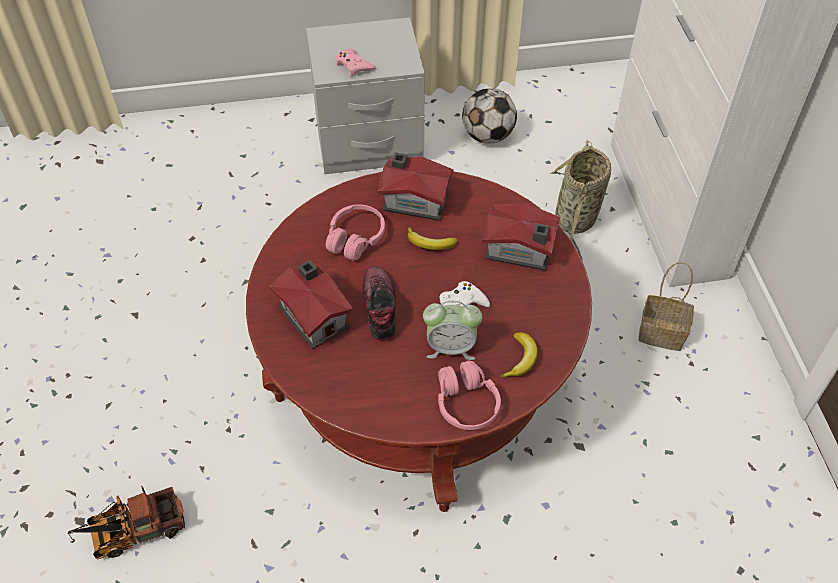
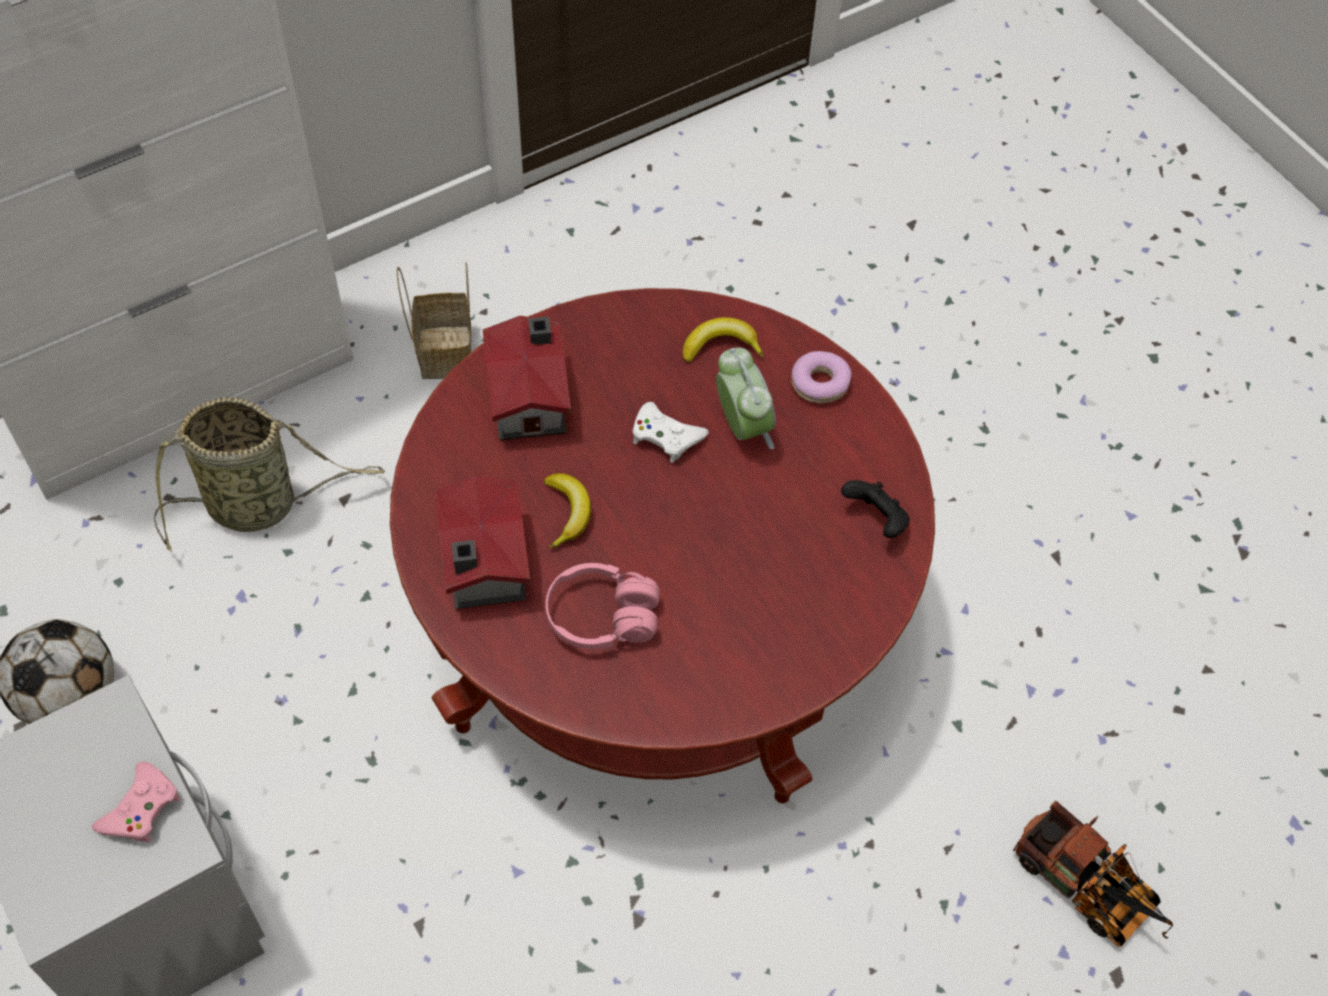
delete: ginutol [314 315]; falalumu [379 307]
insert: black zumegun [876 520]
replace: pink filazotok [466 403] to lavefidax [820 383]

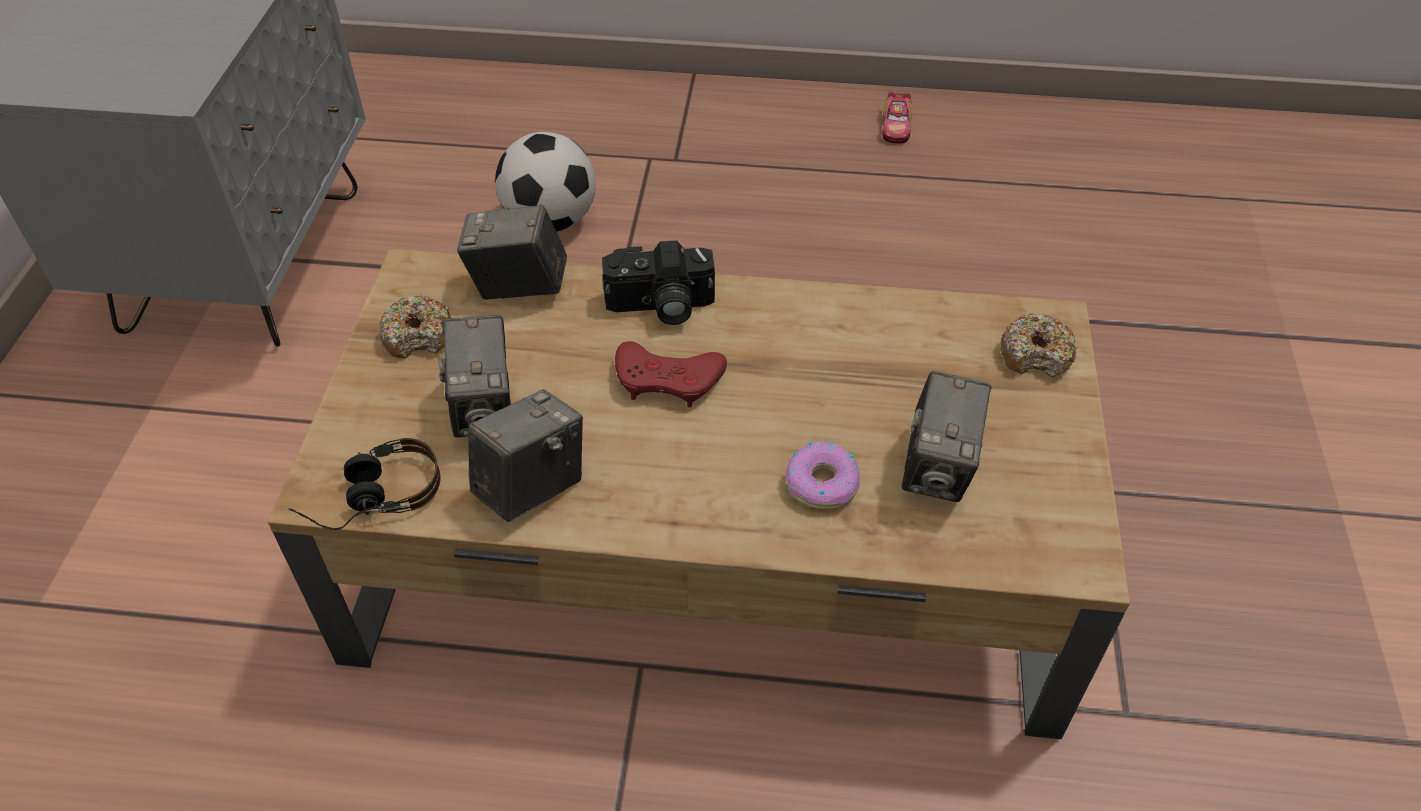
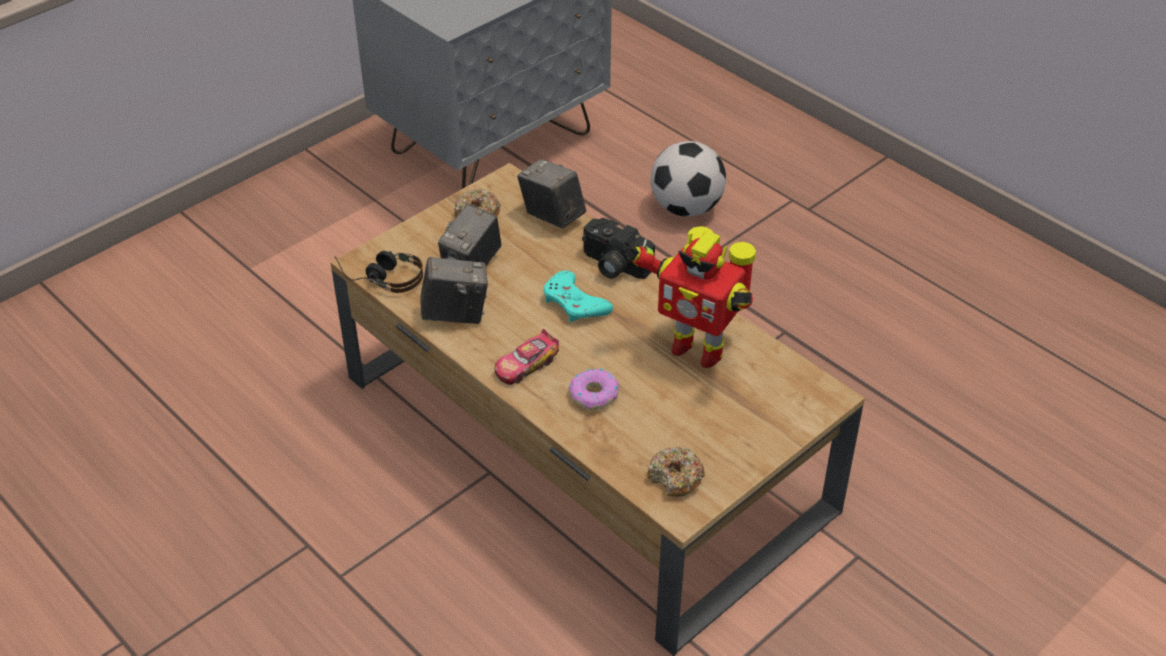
delete: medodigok [938 469]
insert: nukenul [697 348]
move: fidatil [896 126] to [525 365]; lavefidax [1035 355] to [675 478]
recolor: red zumegun [668 380] to turquoise zumegun [575 303]

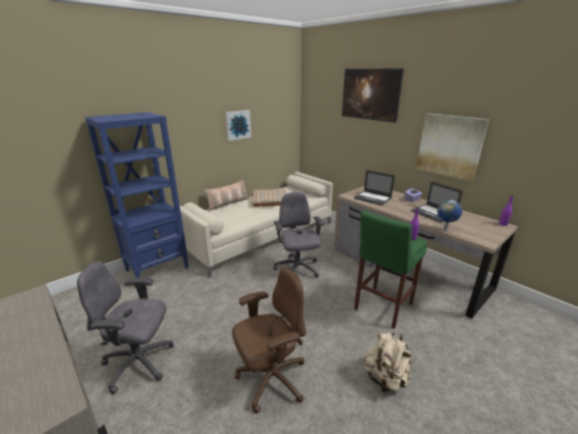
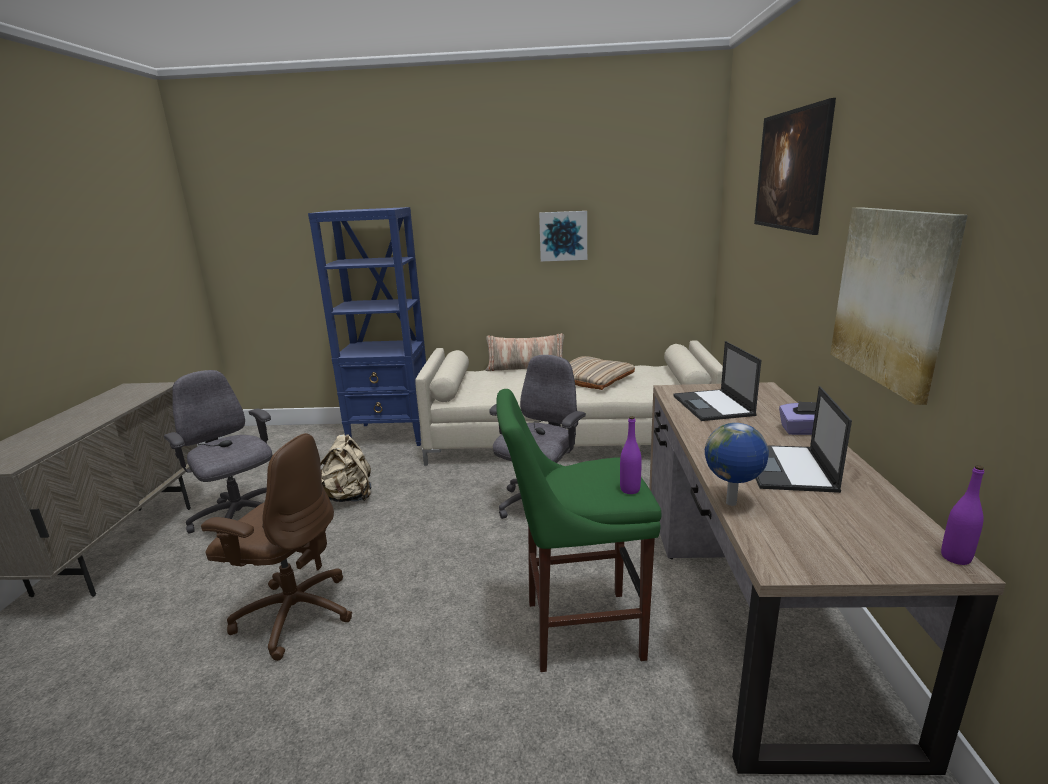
move: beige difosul [385 379] to [348 497]

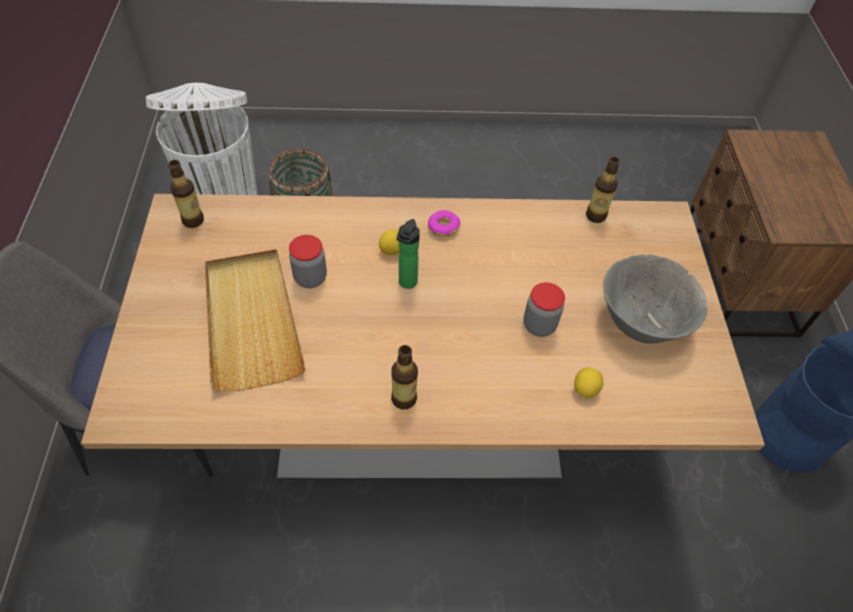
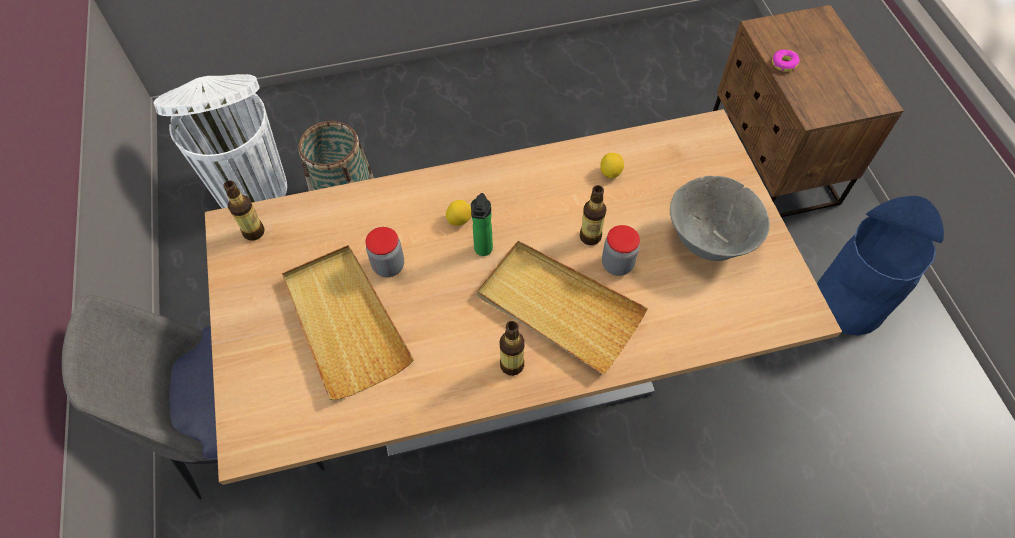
insert: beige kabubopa [558 307]
move: lavefidax [443 227] to [783 64]; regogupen [585 389] to [610 172]; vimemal [595 216] to [590 237]

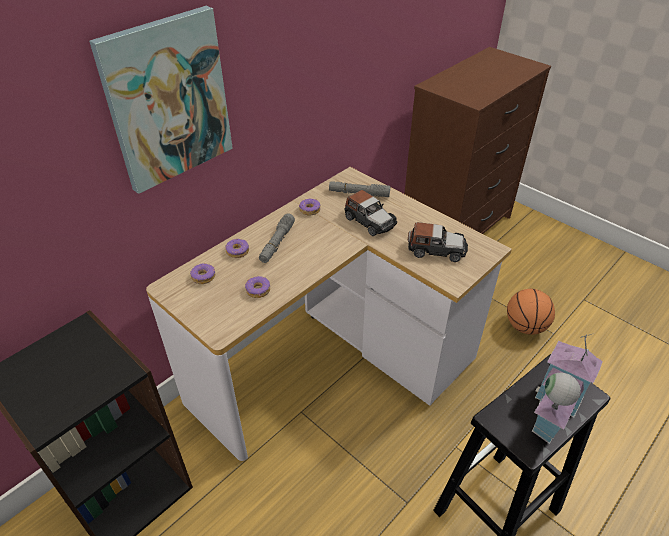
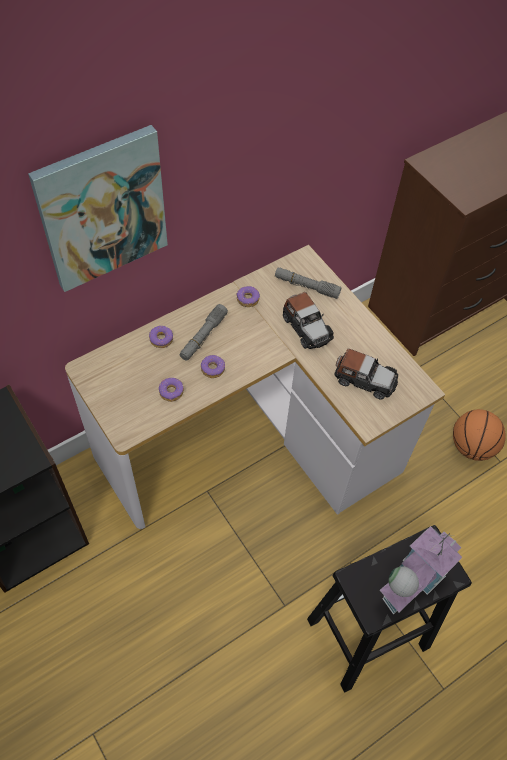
move: lavefidax [203 277] to [212 369]

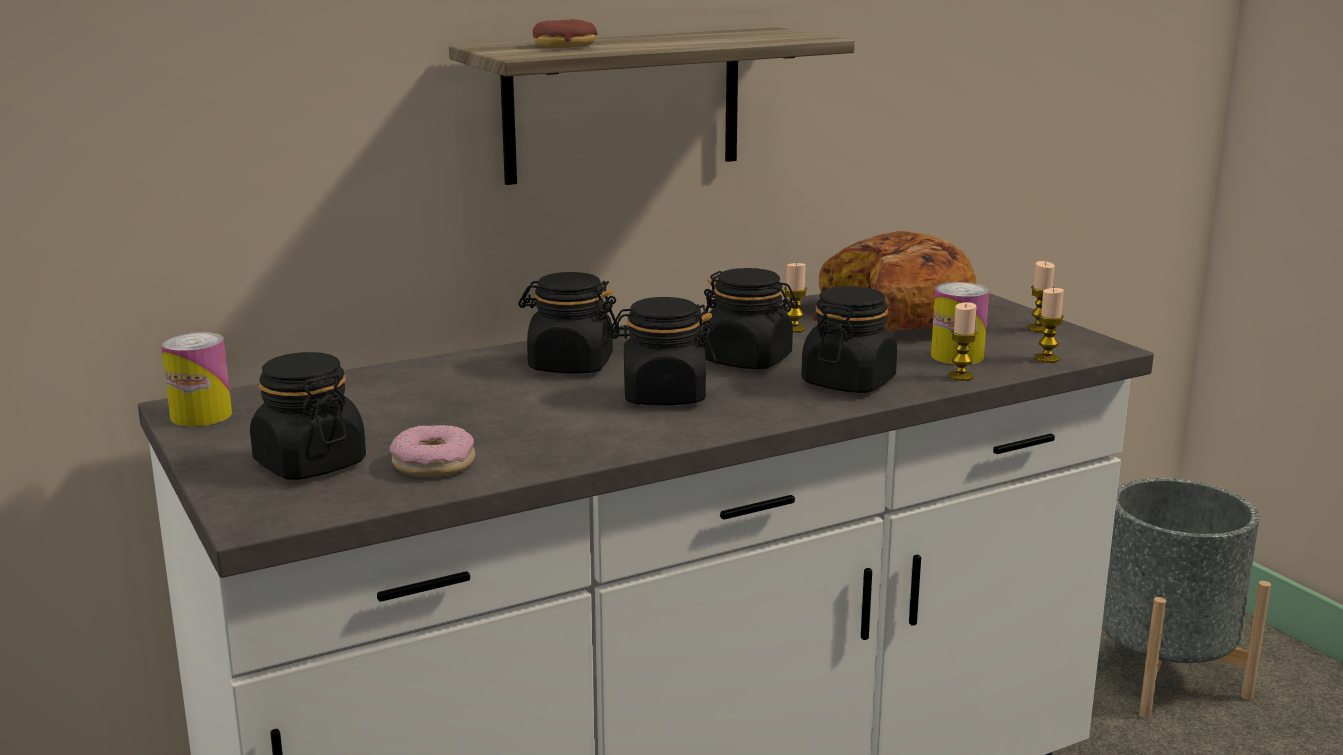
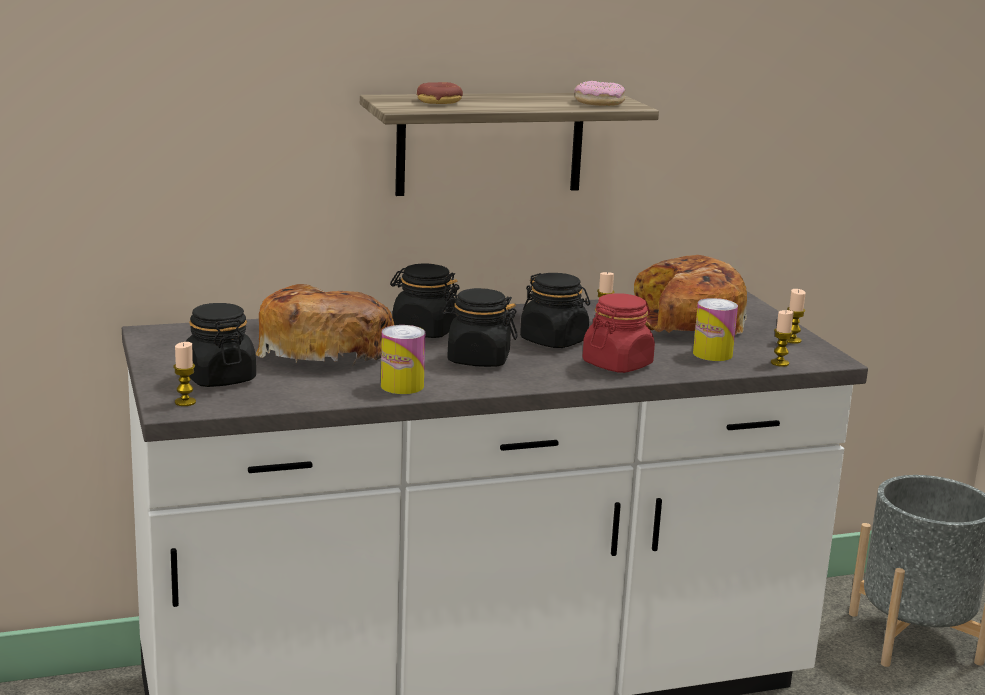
insert: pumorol [323 349]
move: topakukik [201 415] to [402 386]; lavefidax [434 464] to [599 102]; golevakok [960 376] to [185 402]
recolor: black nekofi [848 382] to red nekofi [617 364]

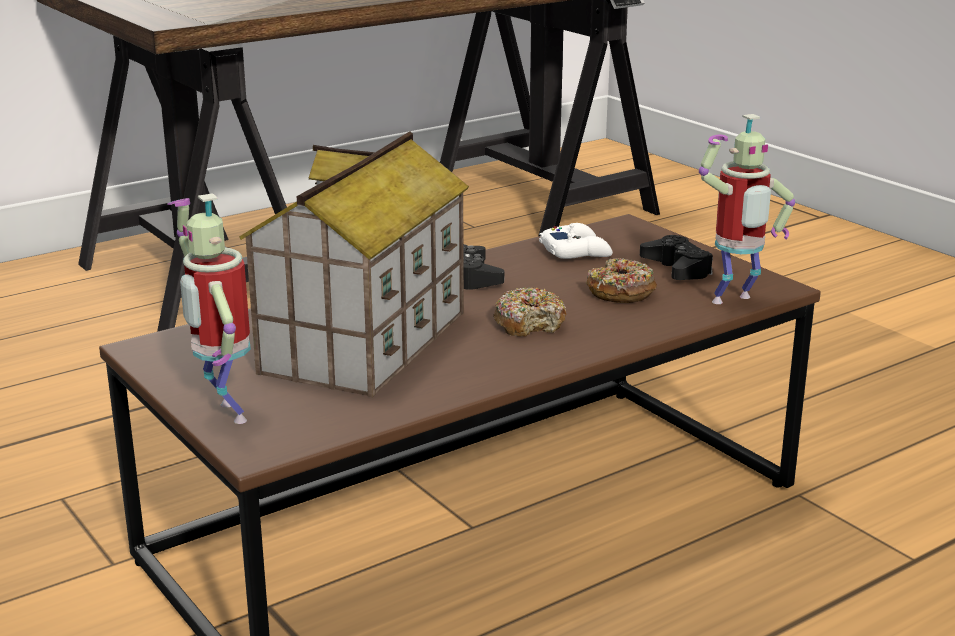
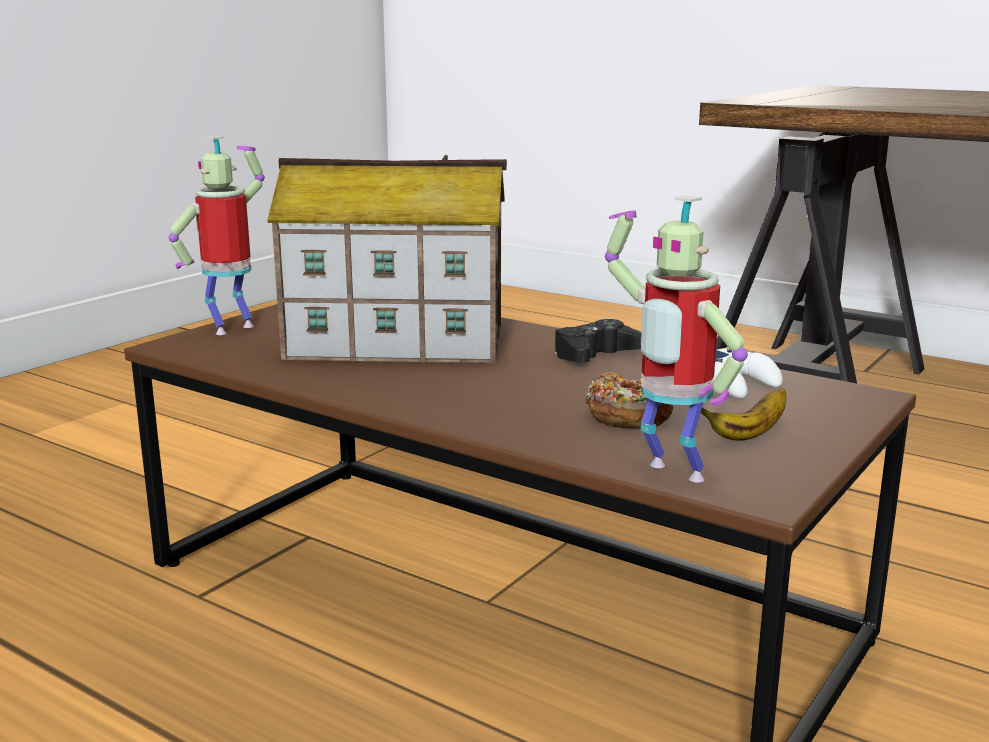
delete: lavefidax [529 324]
replace: black zumegun [677 268] to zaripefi [748 434]

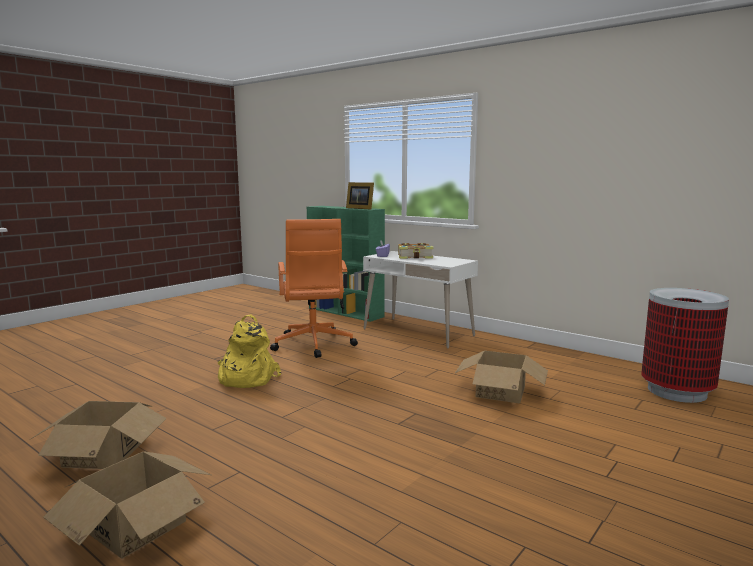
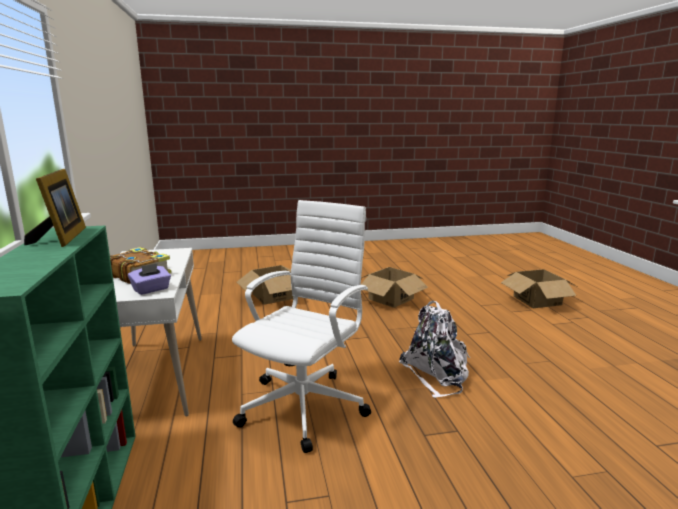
delete: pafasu [676 391]
move: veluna [103 454] to [391 298]
recolor: yellow difosul [245 378] to white difosul [437 374]; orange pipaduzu [313 345] to white pipaduzu [306 405]

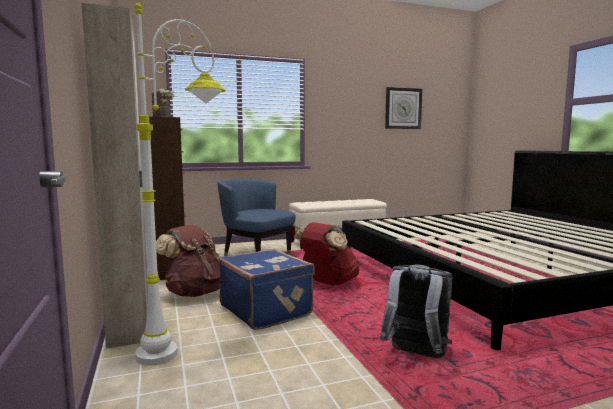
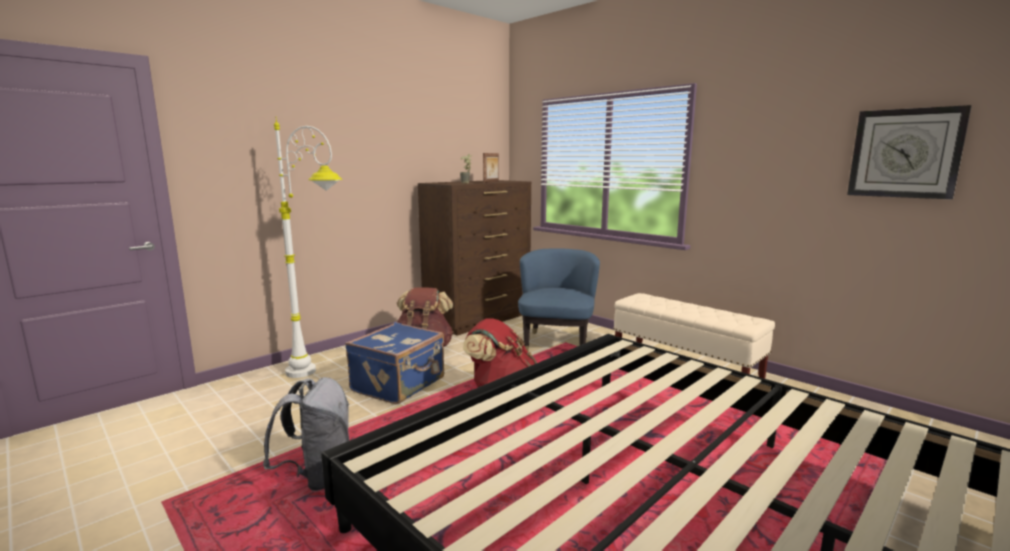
delete: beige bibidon [130 326]

